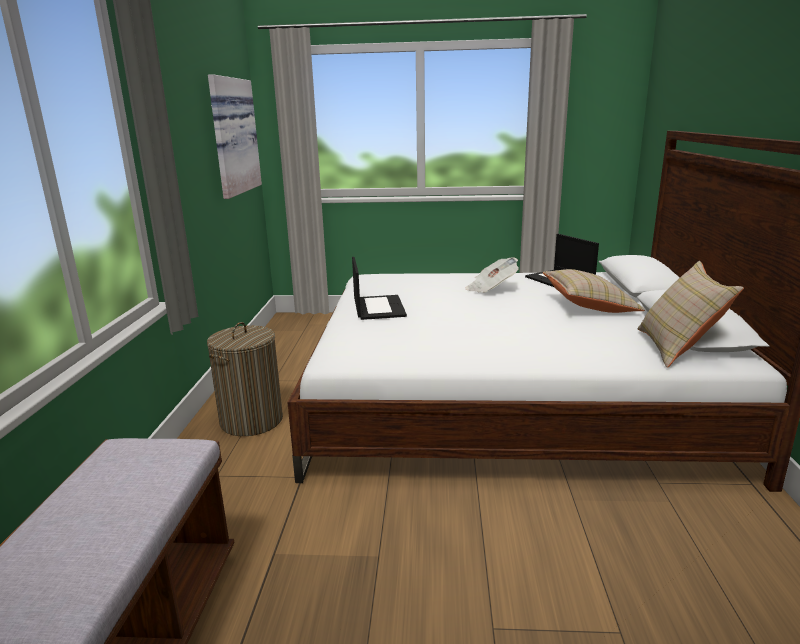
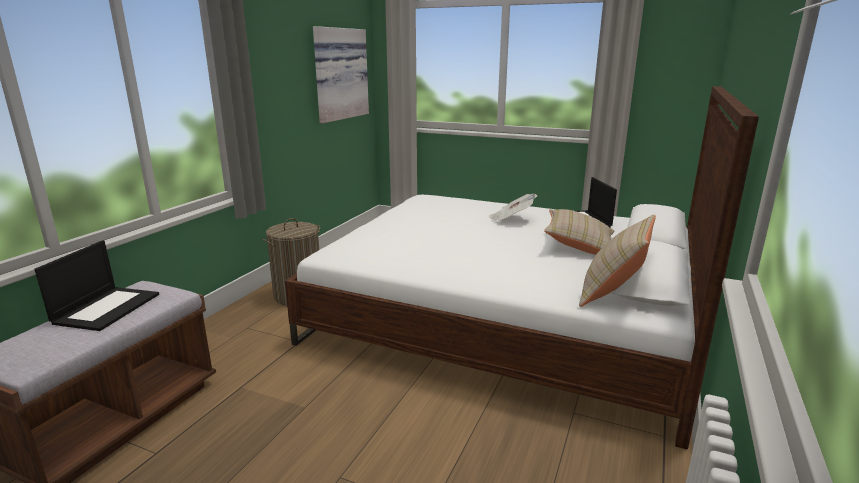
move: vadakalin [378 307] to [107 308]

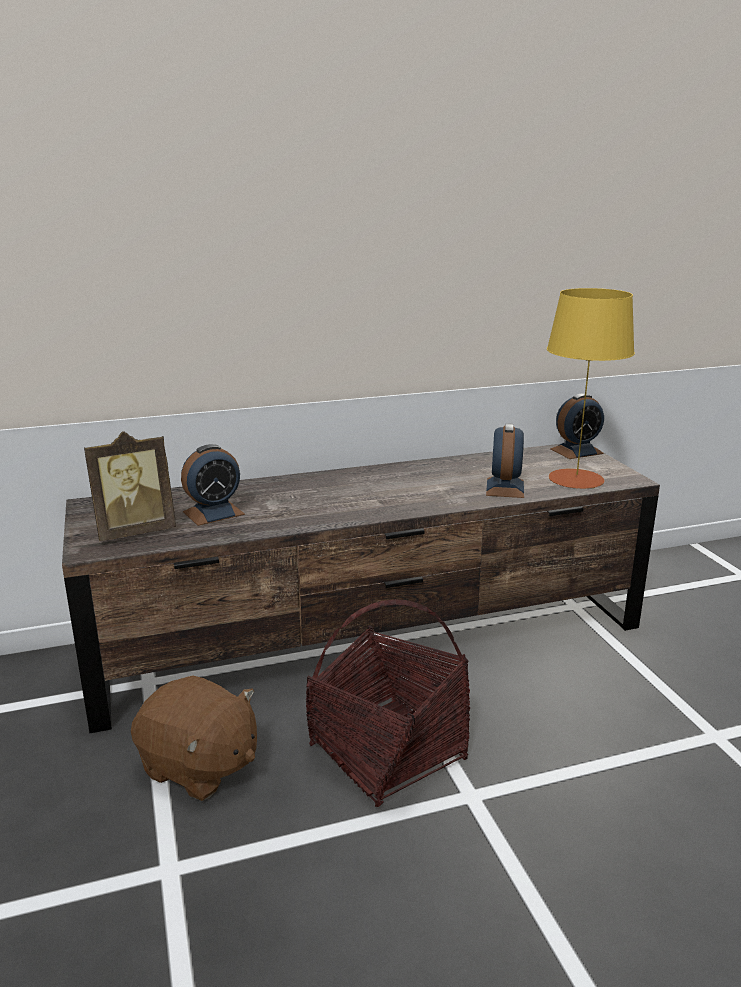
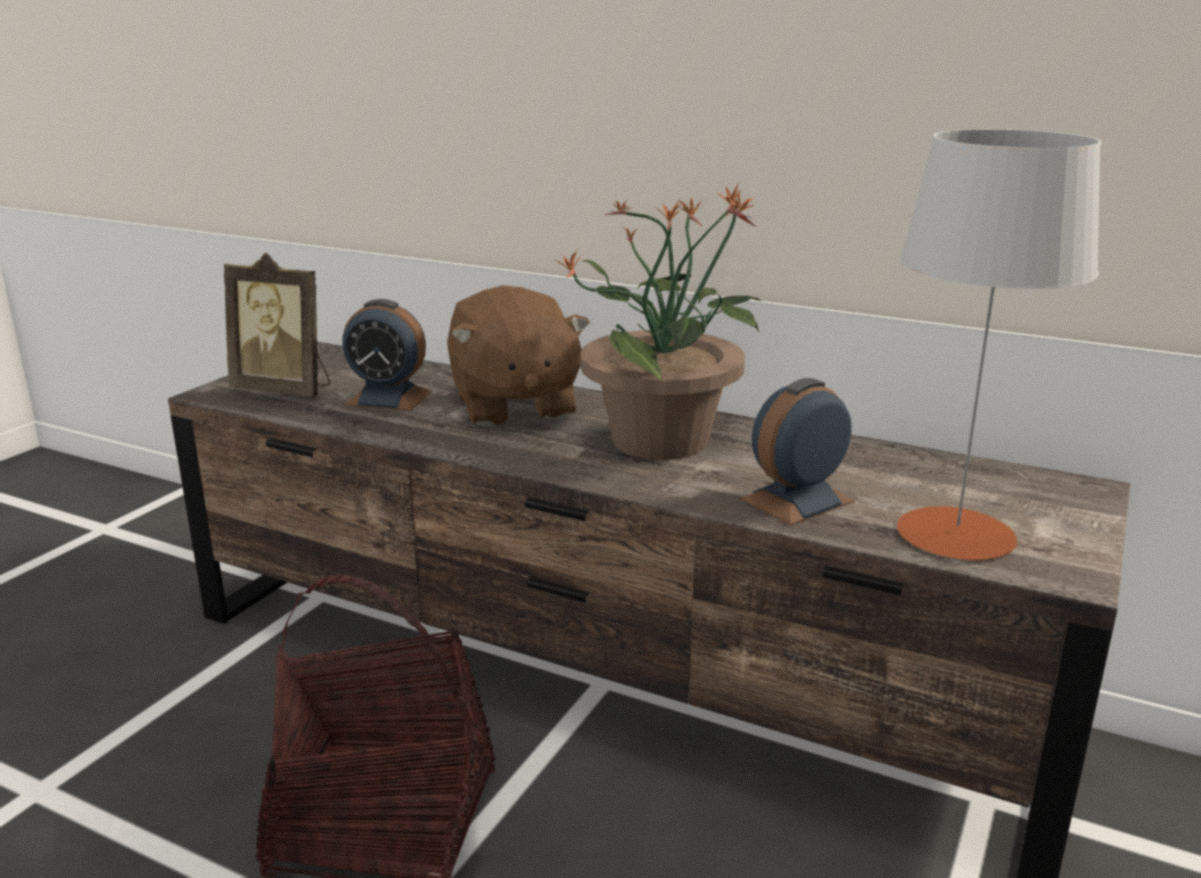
delete: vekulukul [576 451]
insert: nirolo [663 440]
move: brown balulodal [199 767] to [513 406]
recolor: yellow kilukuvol [576 479] to grey kilukuvol [956 534]

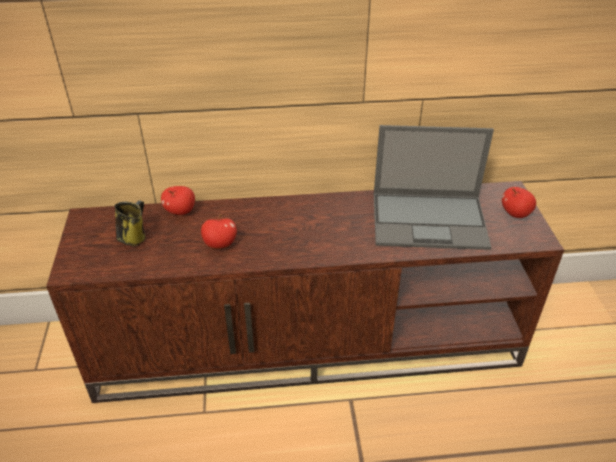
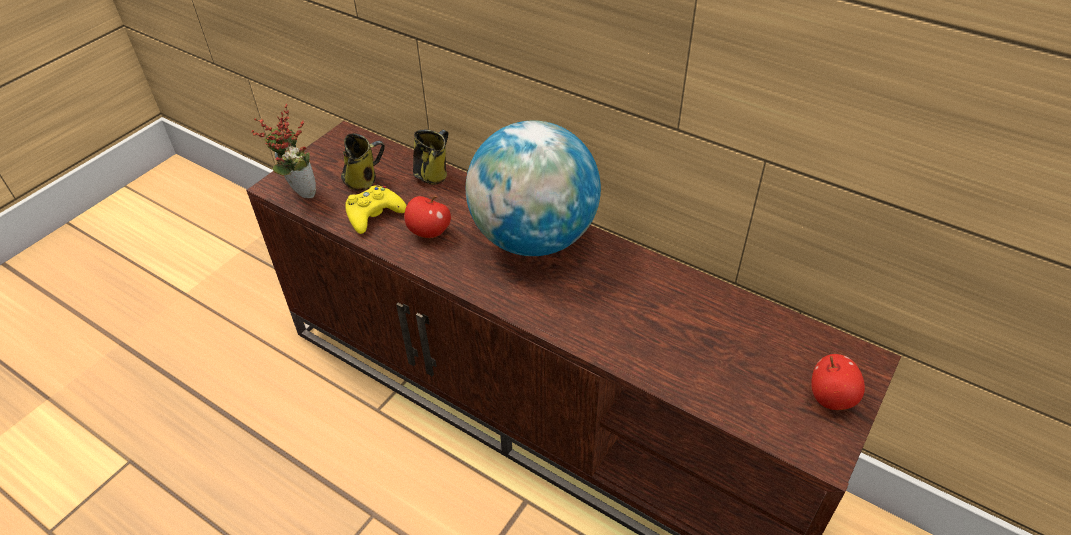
delete: vadakalin [430 220]
insert: nirolo [298 192]; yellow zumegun [374 214]; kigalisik [534 238]
replace: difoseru [180 211] to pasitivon [433 174]

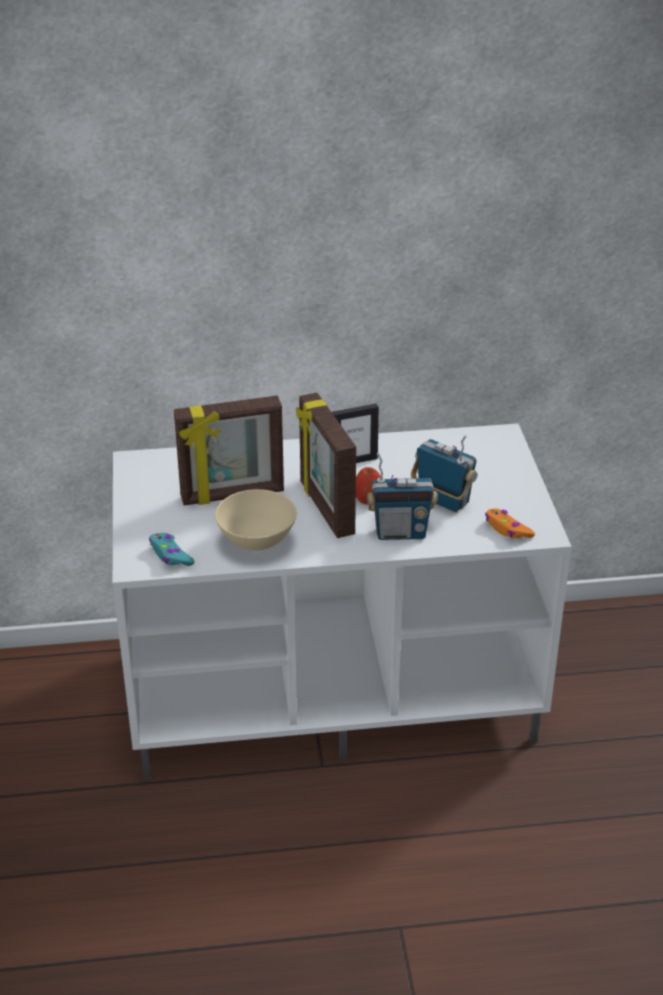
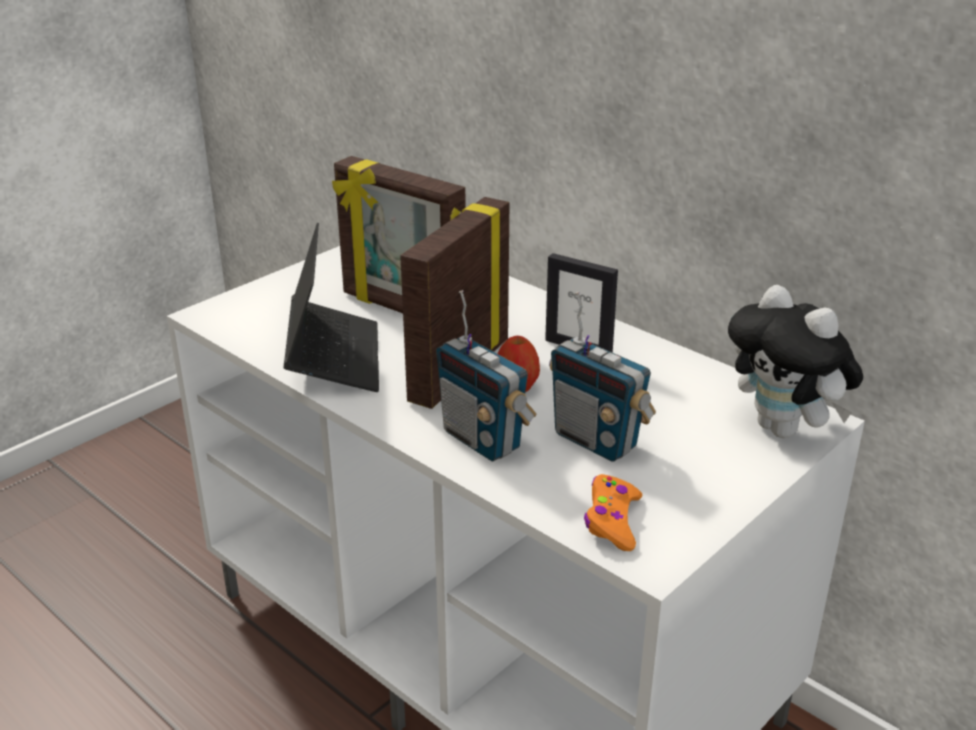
delete: turquoise zumegun [170 555]
insert: balulodal [785 429]
replace: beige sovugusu [256 542] to vadakalin [334 358]
rotate: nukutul [443 501] = [596 440] 135 degrees clockwise

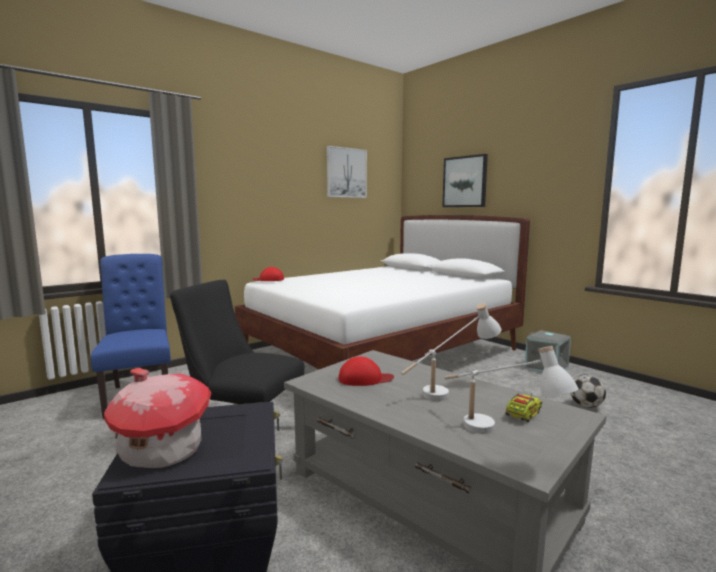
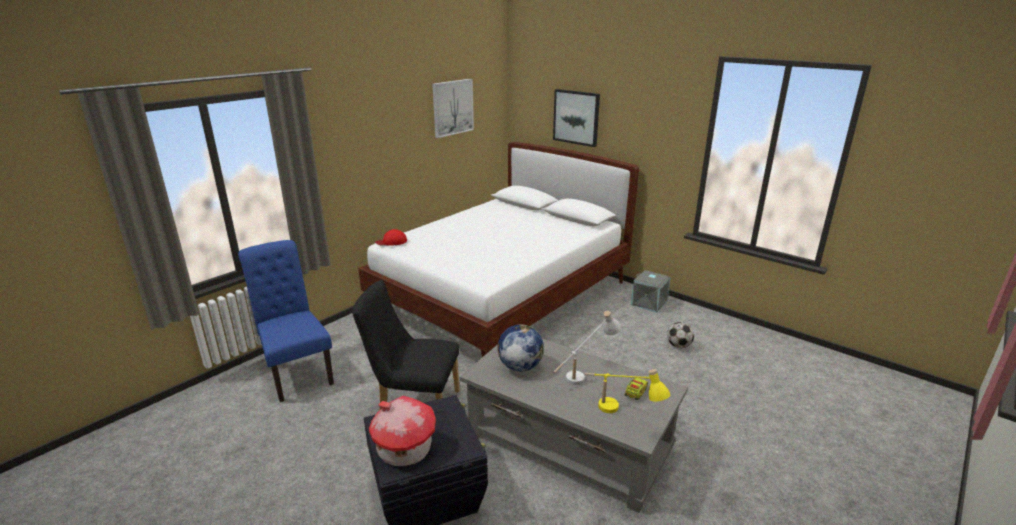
replace: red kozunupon [365 379] to kigalisik [520 366]
recolor: white kilukuvol [497 436] to yellow kilukuvol [620 414]

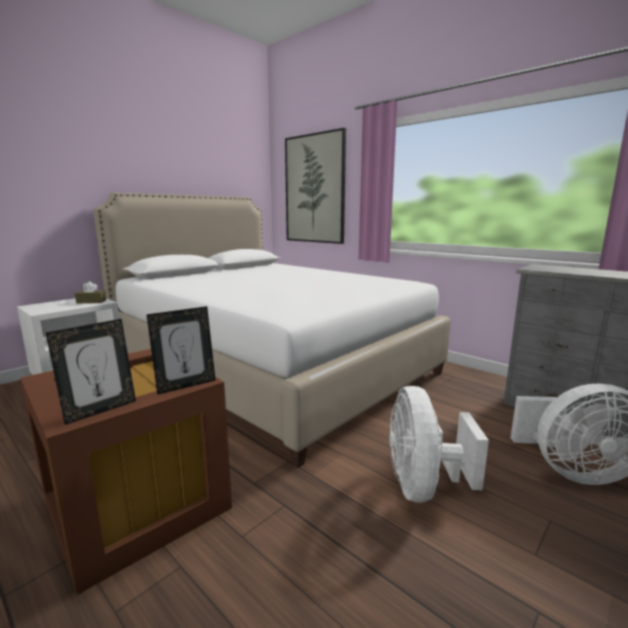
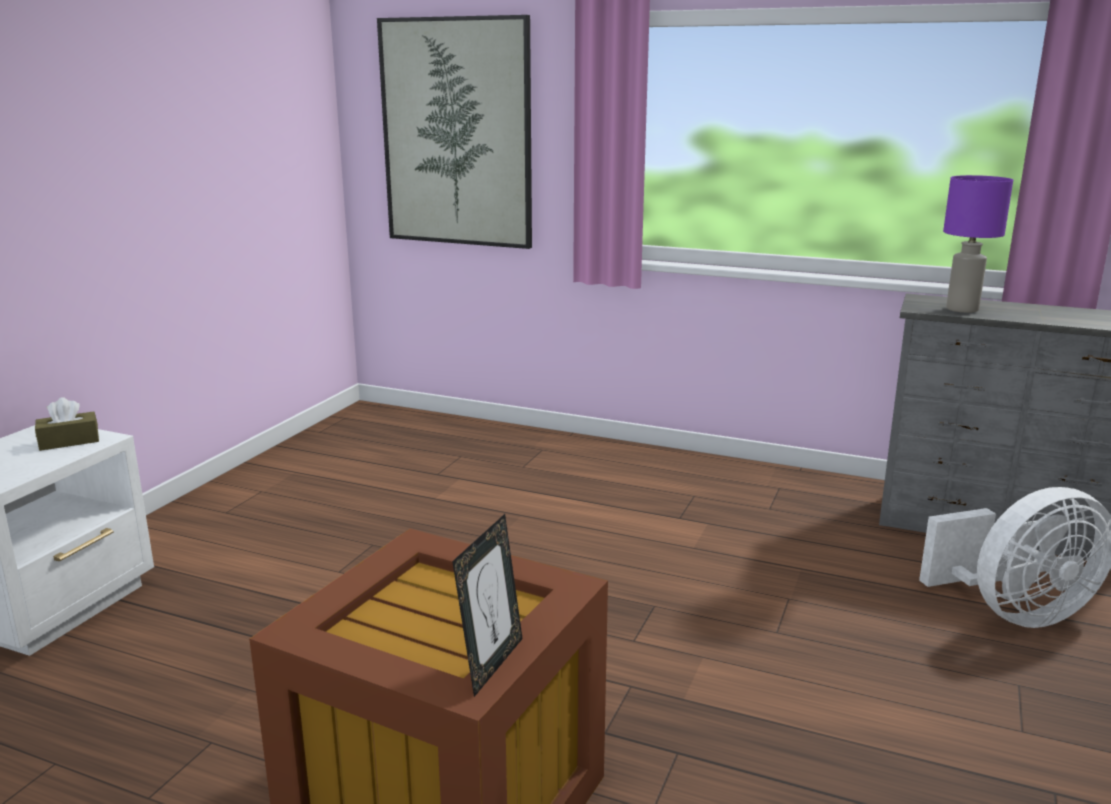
delete: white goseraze [270 365]; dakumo [186 385]; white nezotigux [423 486]
insert: purple kilukuvol [961 309]

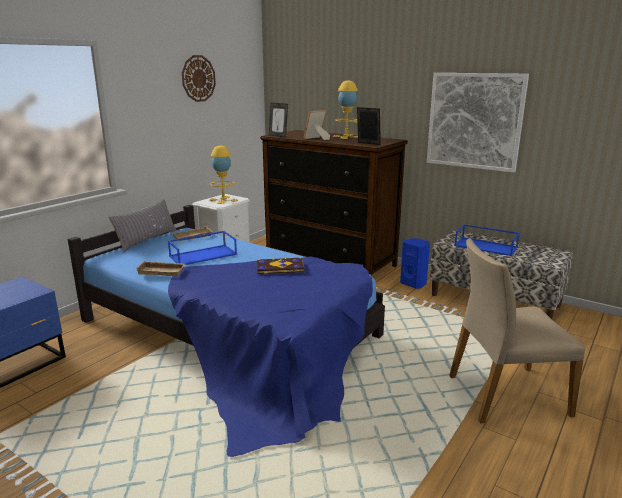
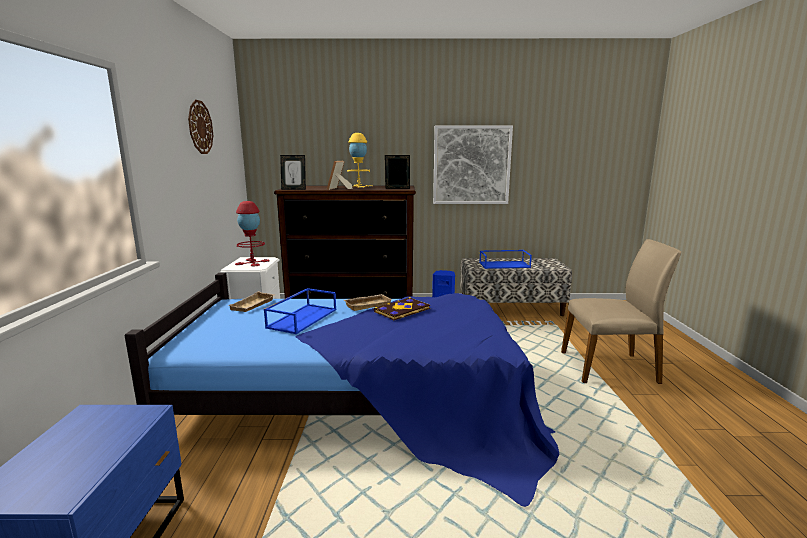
delete: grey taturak [147 240]
move: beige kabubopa [162 271] to [368 304]
recolor: yellow kilukuvol [223 200] to red kilukuvol [252 262]
rotate: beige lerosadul [505 394] = [610 367] 135 degrees counterclockwise

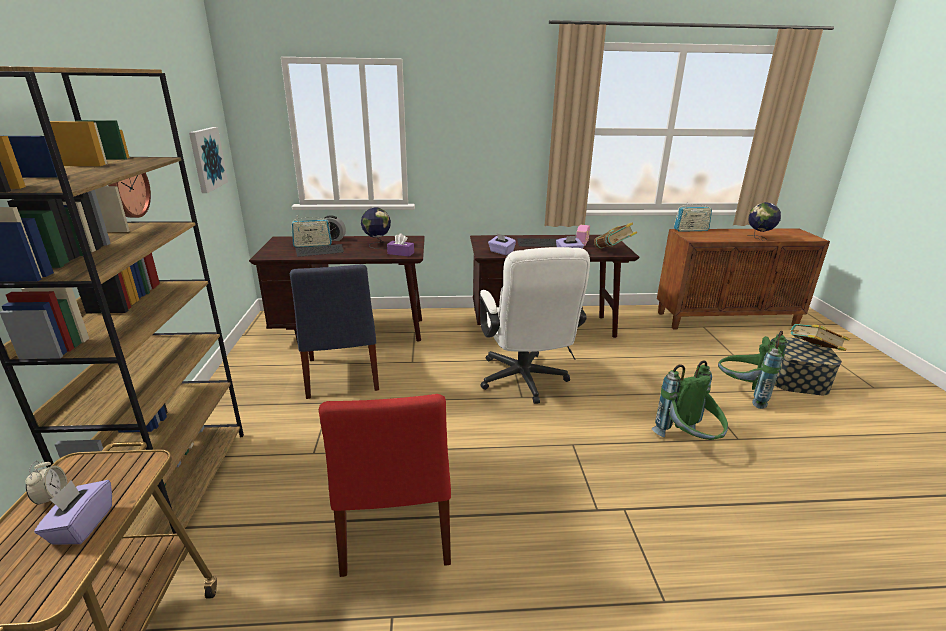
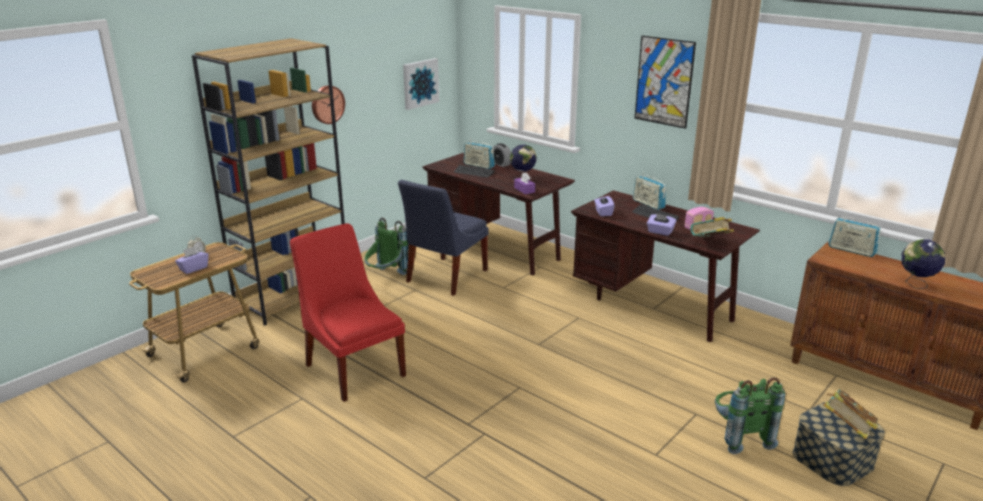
delete: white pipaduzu [524 382]
insert: nukutul [648 204]; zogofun [664 81]
move: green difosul [688 442] to [386 276]
rotate: red lerosadul [394 528] = [353 367] 105 degrees clockwise

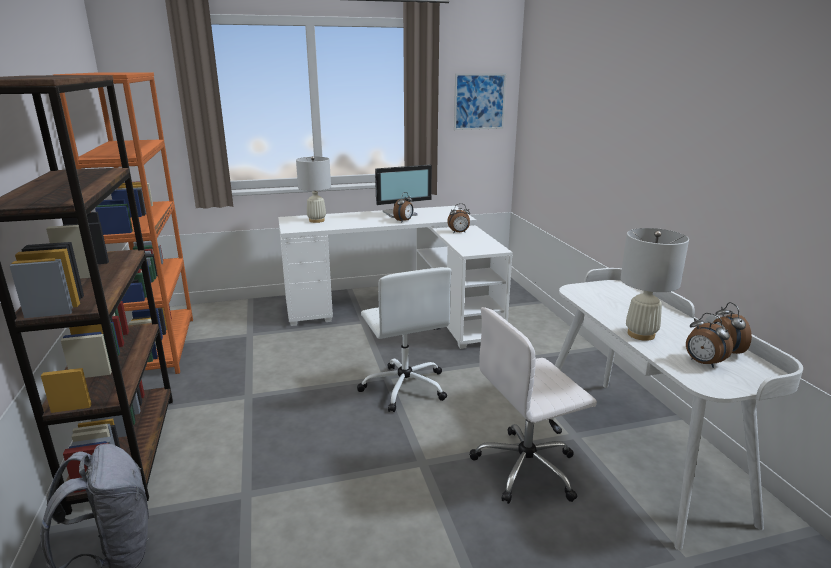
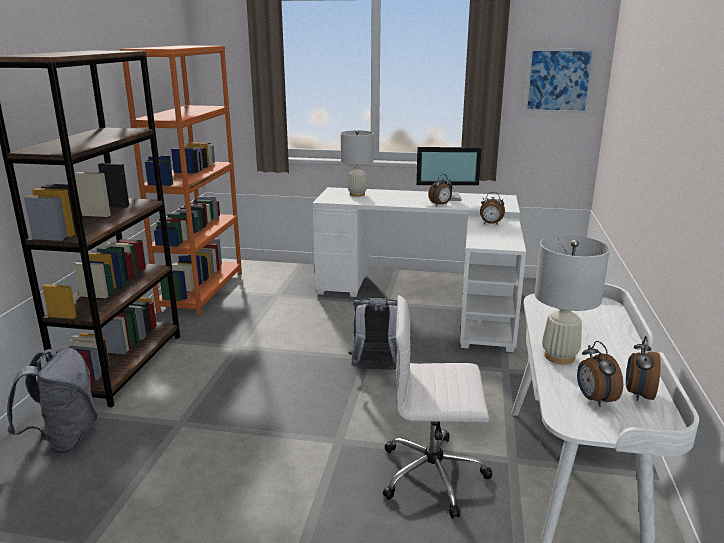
replace: white pipaduzu [404 387] to grey difosul [376 371]

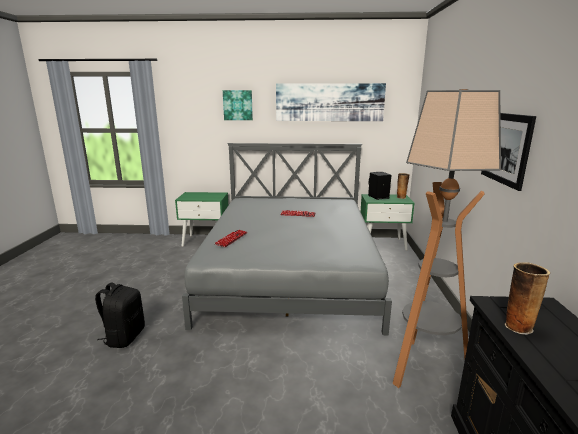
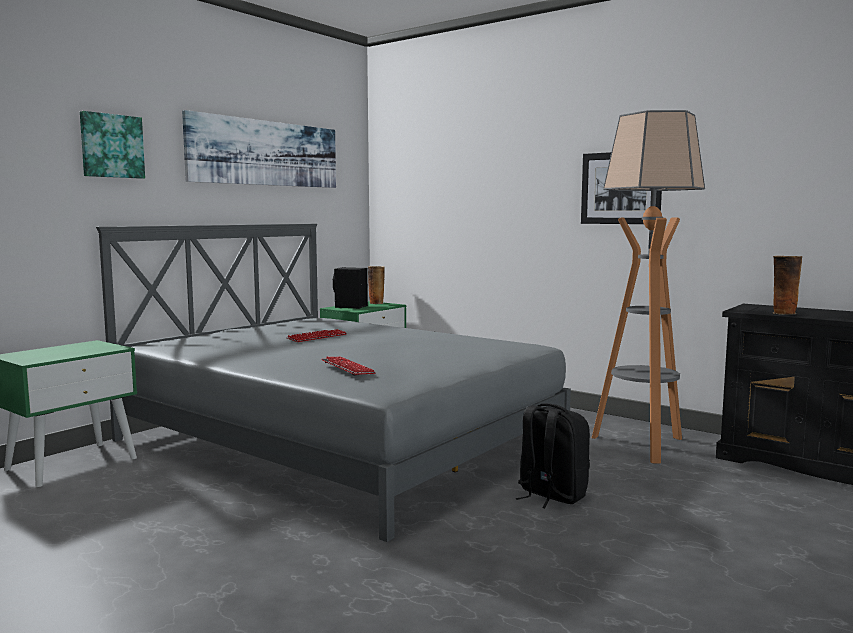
move: black difosul [124 337] to [550 495]

